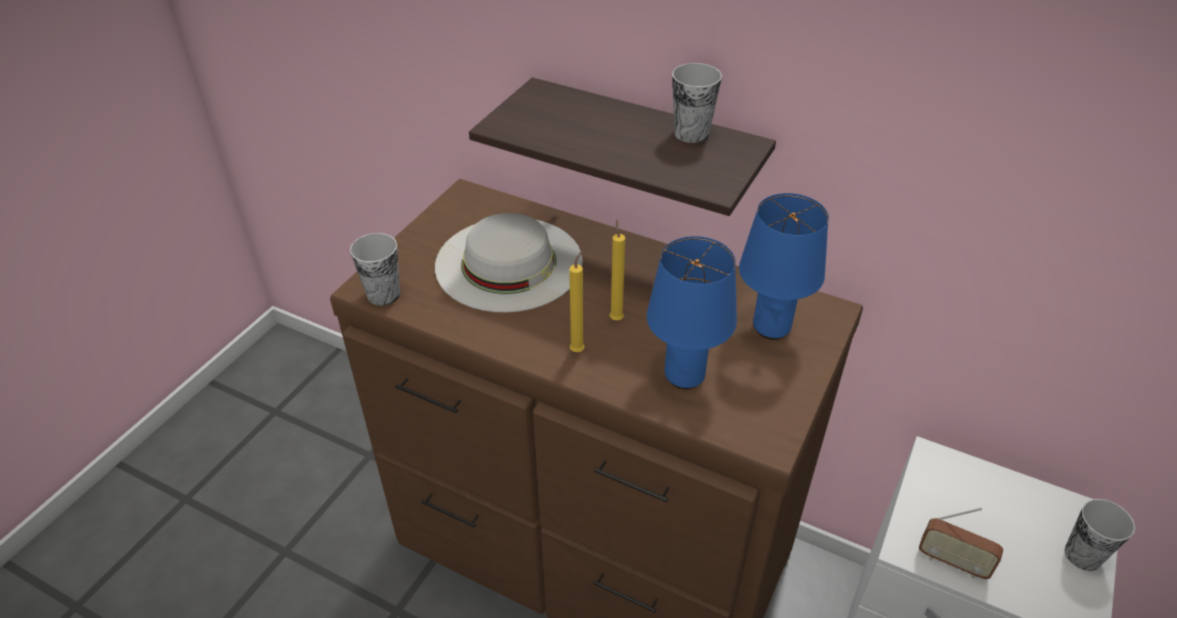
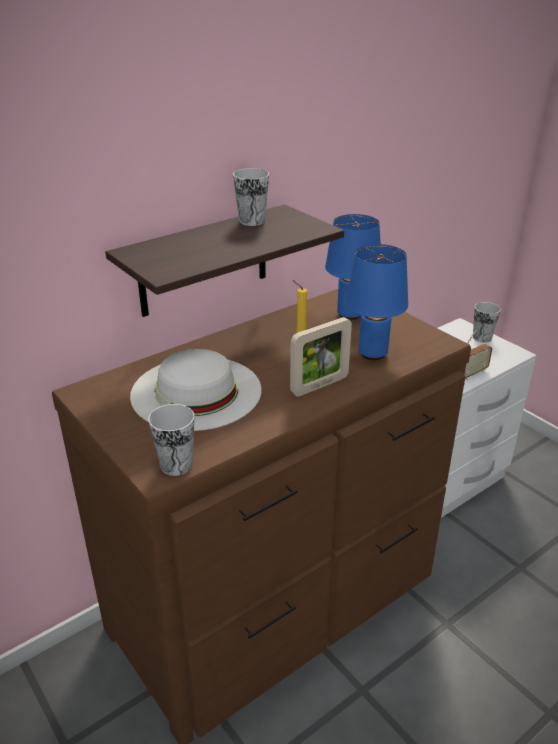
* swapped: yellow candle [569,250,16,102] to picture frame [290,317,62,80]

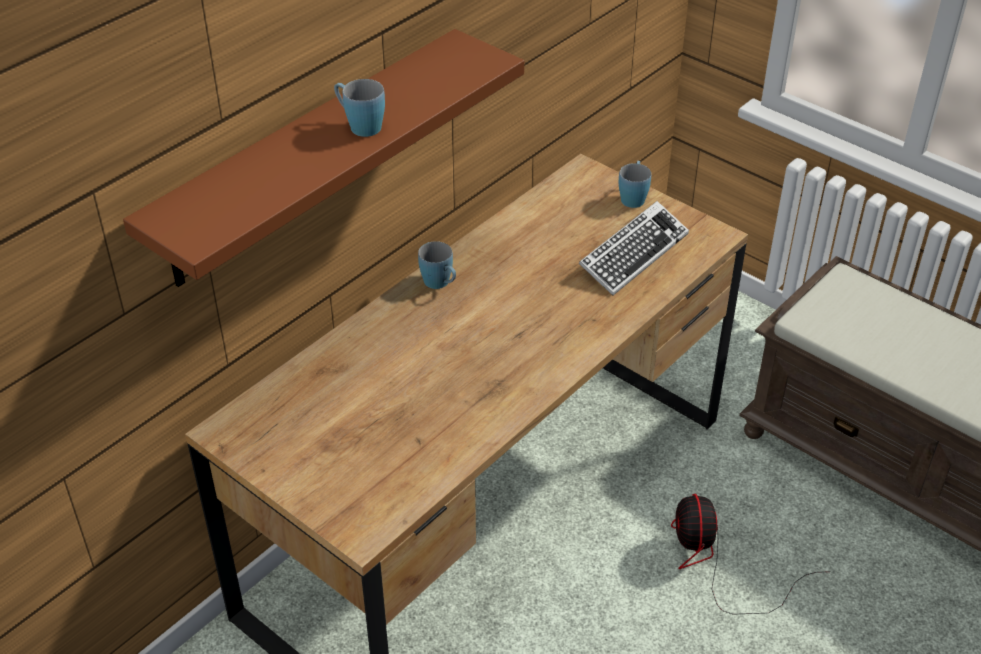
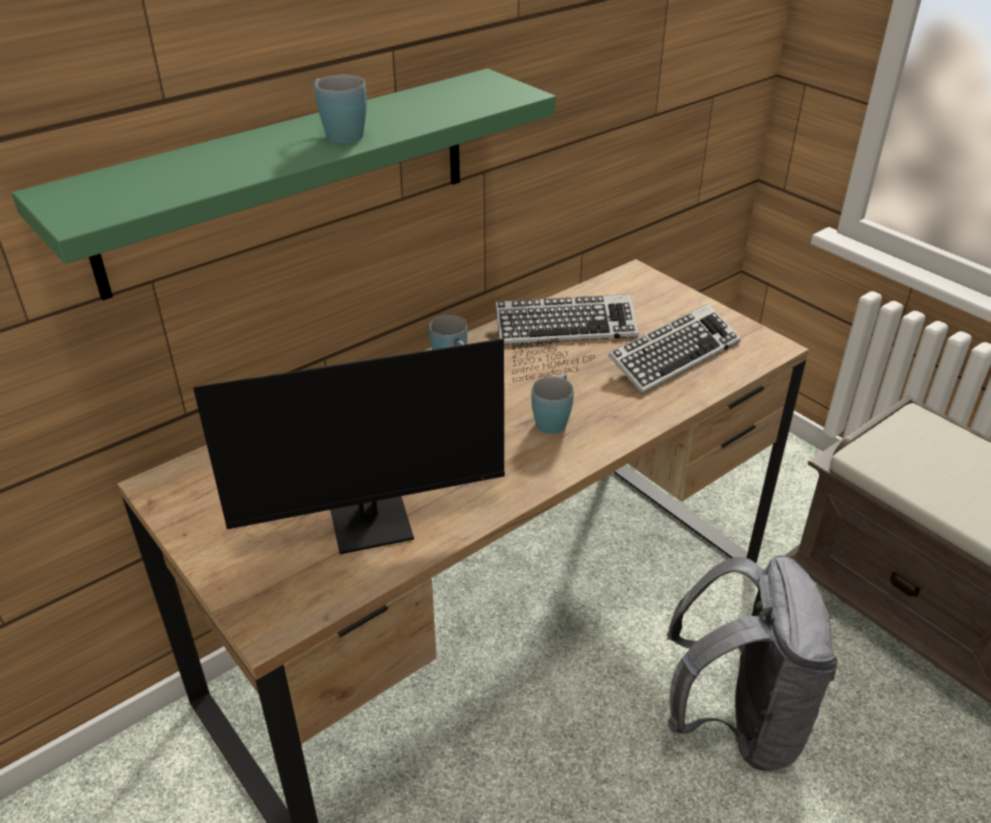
* repainted: brown shelf [123,29,401,258] to green shelf [12,69,544,232]
* shifted: blue mug [619,161,32,47] to [531,374,43,60]
* swapped: fan [671,494,159,121] to grey backpack [667,555,170,216]
* new: keyboard [495,294,144,51]
* new: monitor [193,338,402,216]

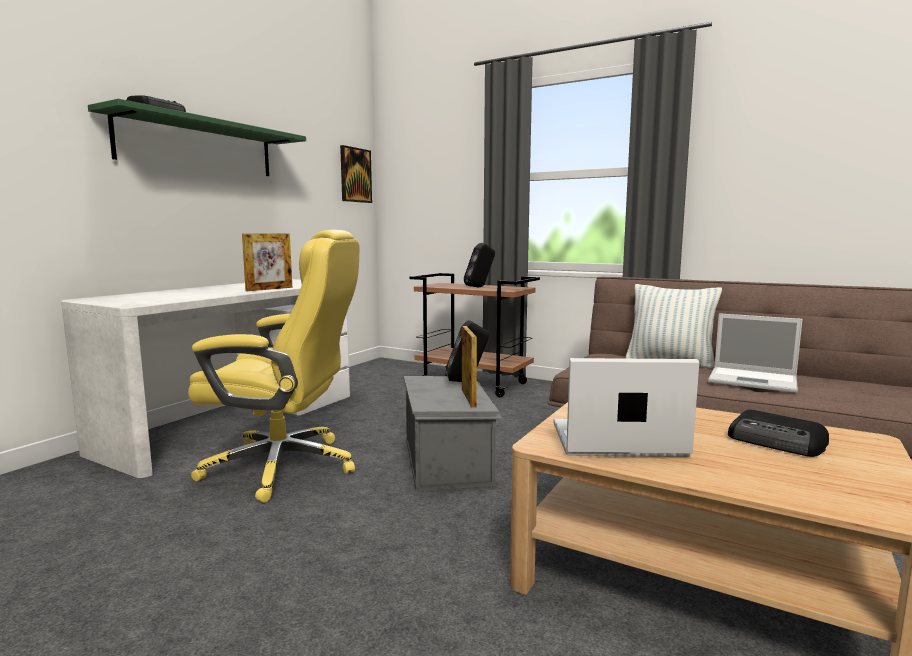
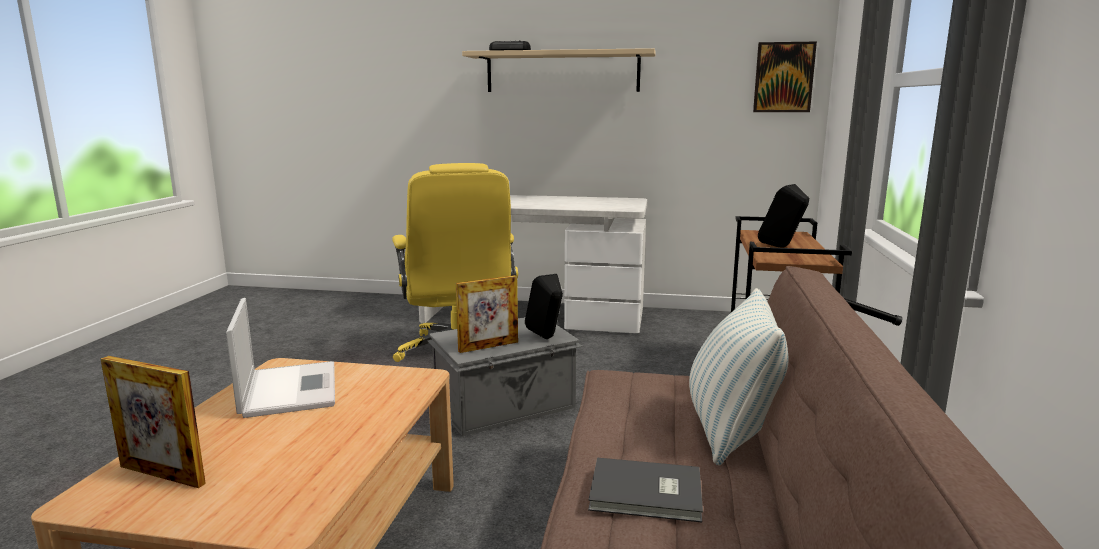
* repainted: green shelf [88,99,218,77] to beige shelf [462,48,194,44]
* shifted: picture frame [242,234,50,57] to [101,356,105,132]
* swapped: laptop [708,313,95,80] to grey book [588,458,115,64]
* gone: radio [728,410,101,47]

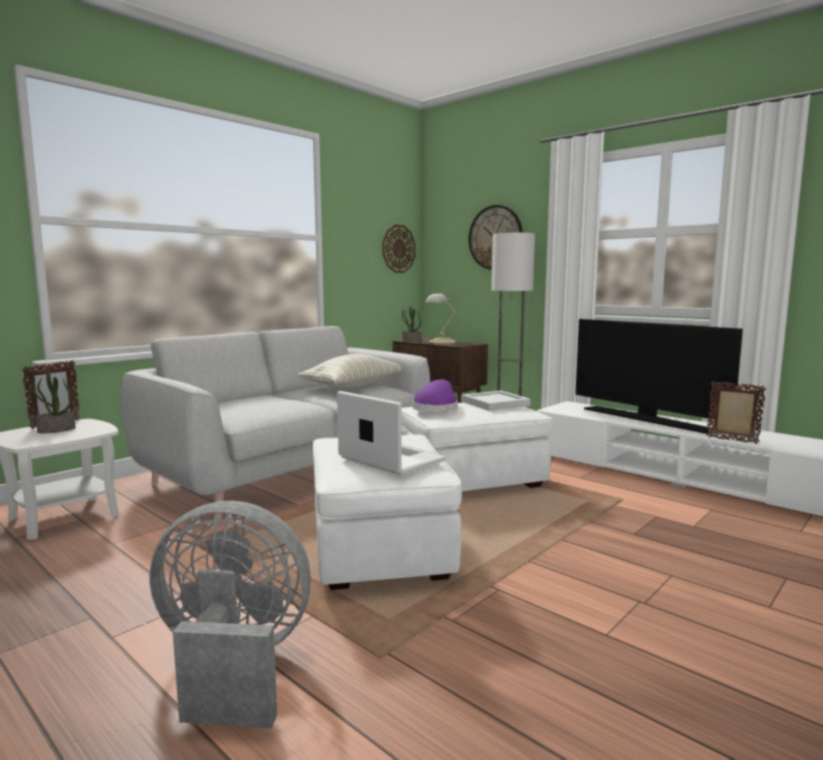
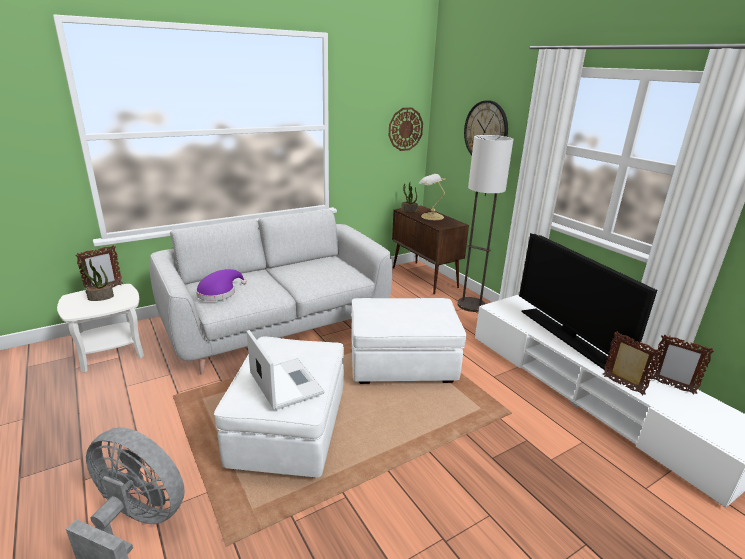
* gone: pillow [297,354,105,35]
* shifted: purple hat [412,379,46,33] to [196,269,51,32]
* gone: white tray [461,391,69,20]
* new: picture frame [651,335,63,60]

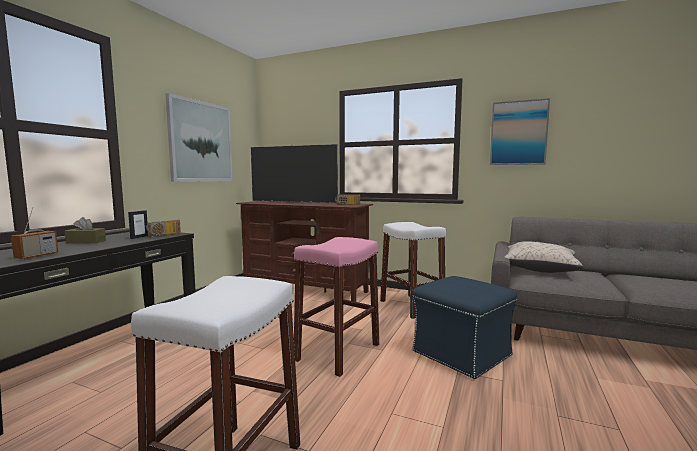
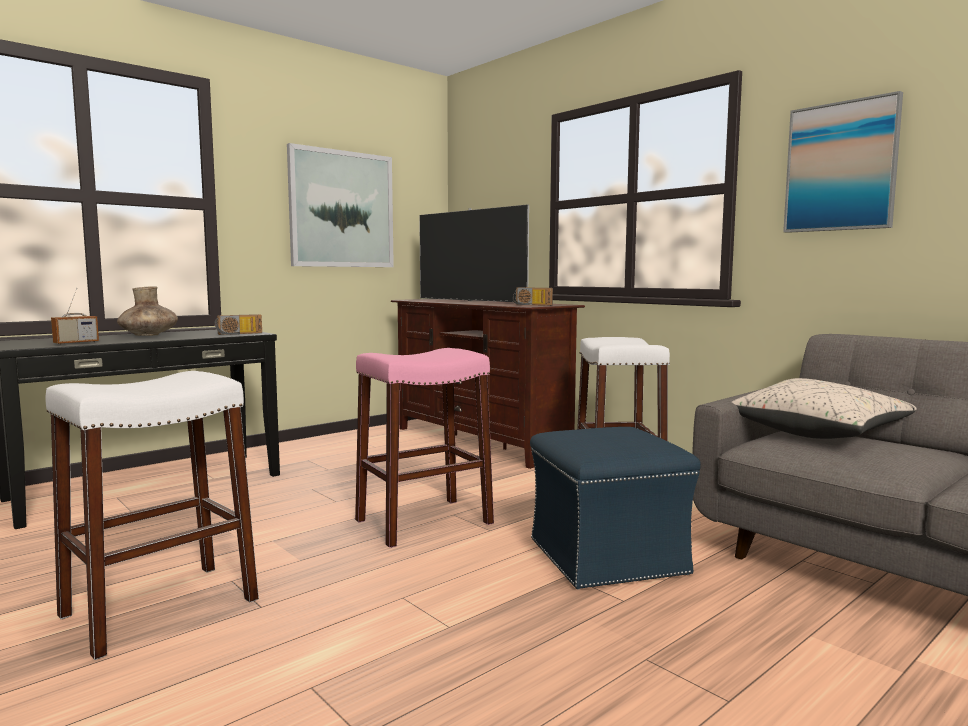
* gone: picture frame [128,210,20,29]
* swapped: brown tissue box [65,217,41,27] to brown vase [117,286,61,50]

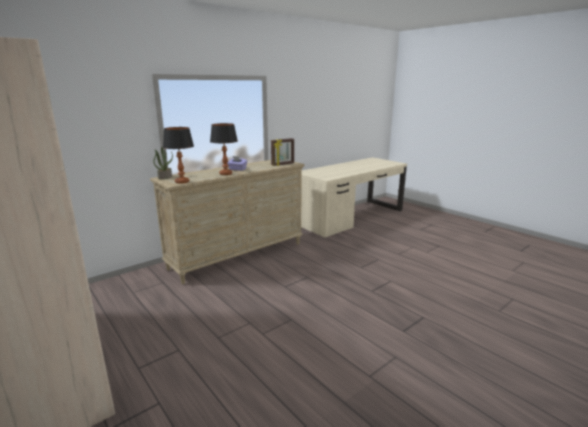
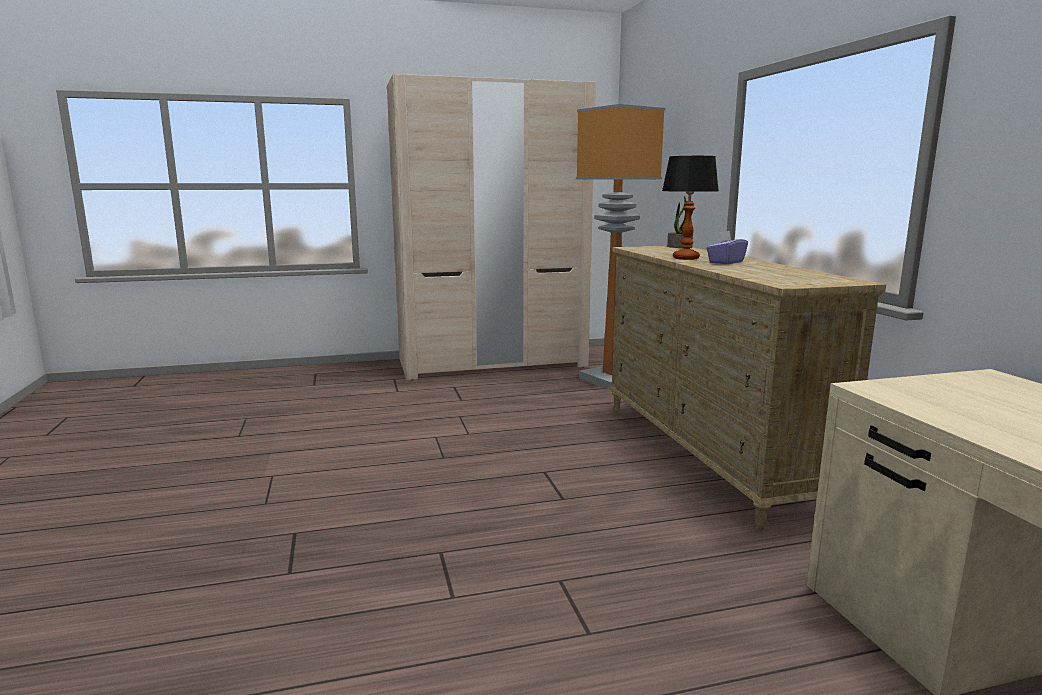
* gone: table lamp [163,127,31,57]
* gone: picture frame [271,138,23,28]
* new: floor lamp [576,104,89,286]

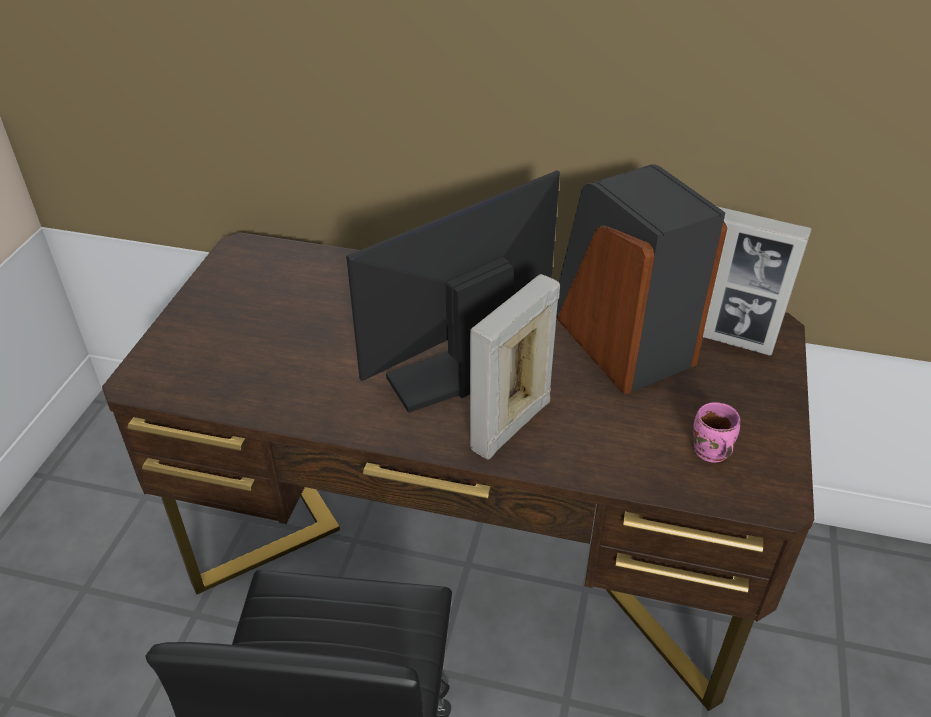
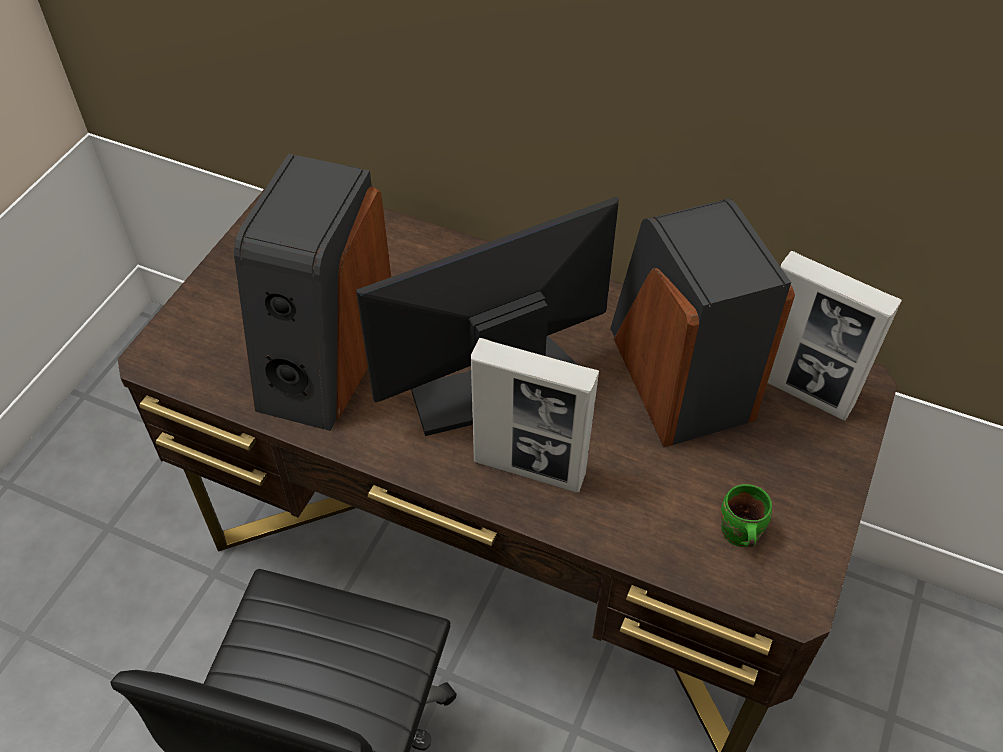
* rotated: picture frame [470,274,90,186] = [471,338,128,155] 120 degrees counterclockwise
* repainted: pink mug [693,402,47,61] to green mug [721,484,51,63]
* new: speaker [234,154,157,277]

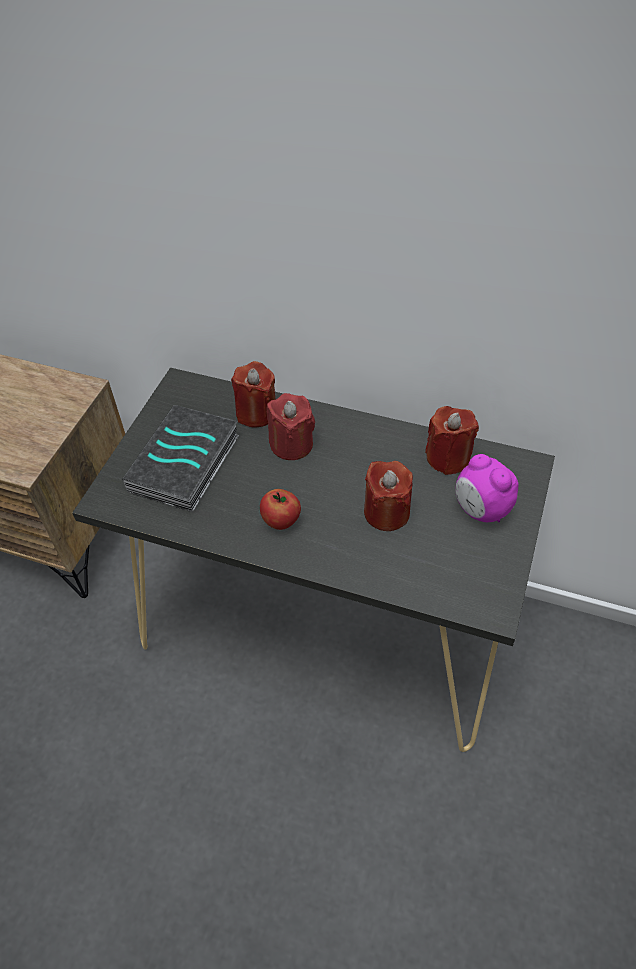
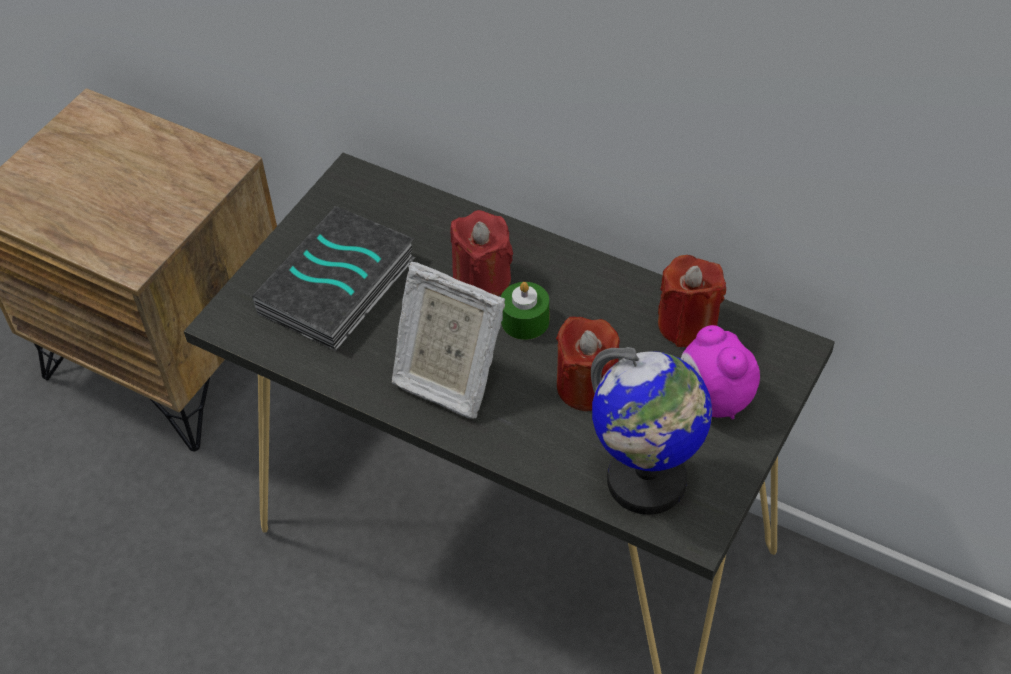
* gone: red candle [231,361,45,66]
* swapped: apple [260,489,41,41] to picture frame [392,262,113,157]
* new: green candle [501,282,48,58]
* new: globe [591,347,121,168]

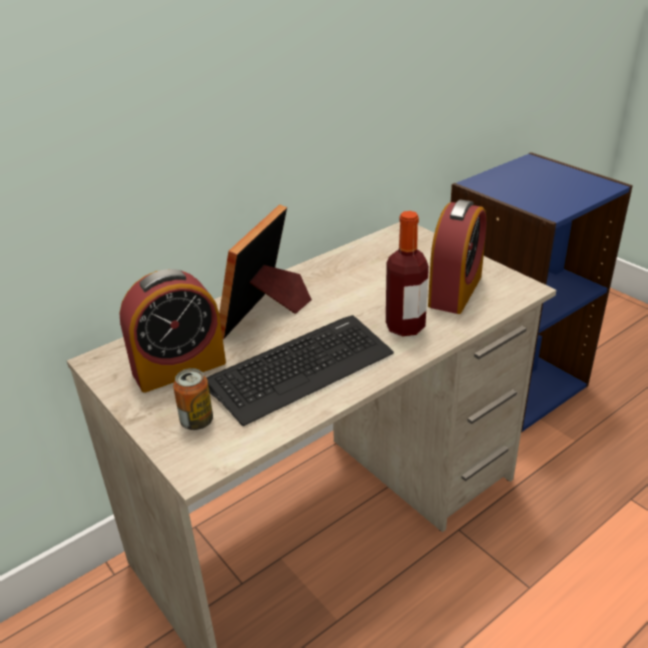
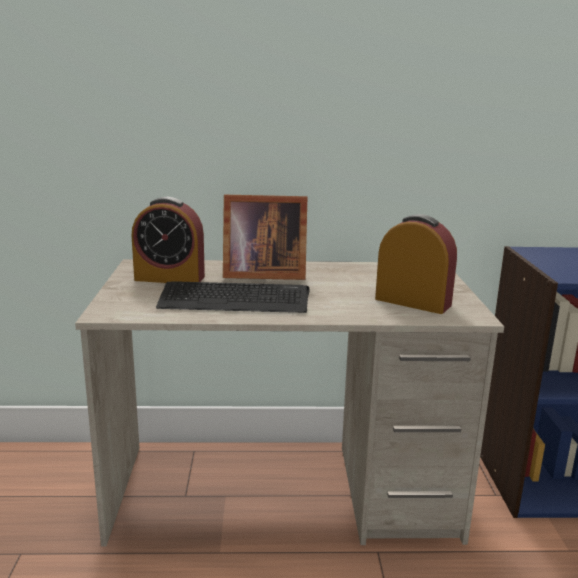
* rotated: alarm clock [428,199,59,115] = [375,214,82,100] 120 degrees counterclockwise
* rotated: picture frame [219,204,93,135] = [223,195,84,85] 150 degrees counterclockwise
* gone: bottle [386,211,43,125]
* gone: can [173,368,40,62]

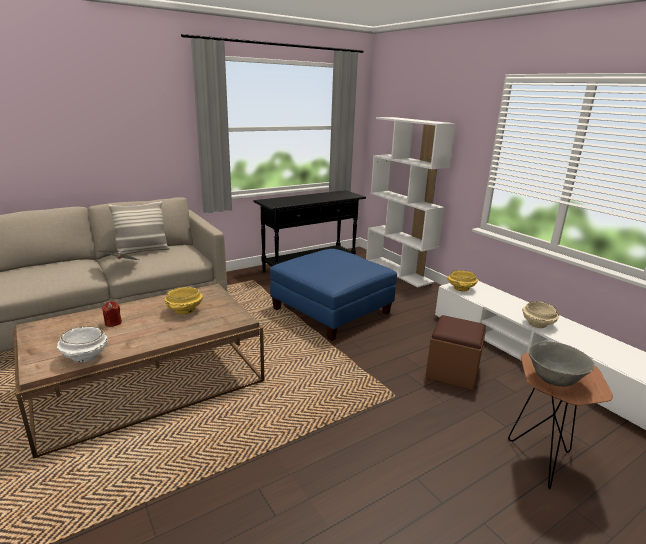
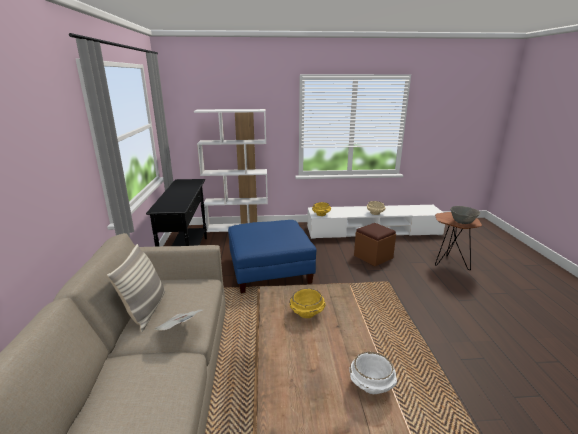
* gone: red candle [102,301,20,26]

